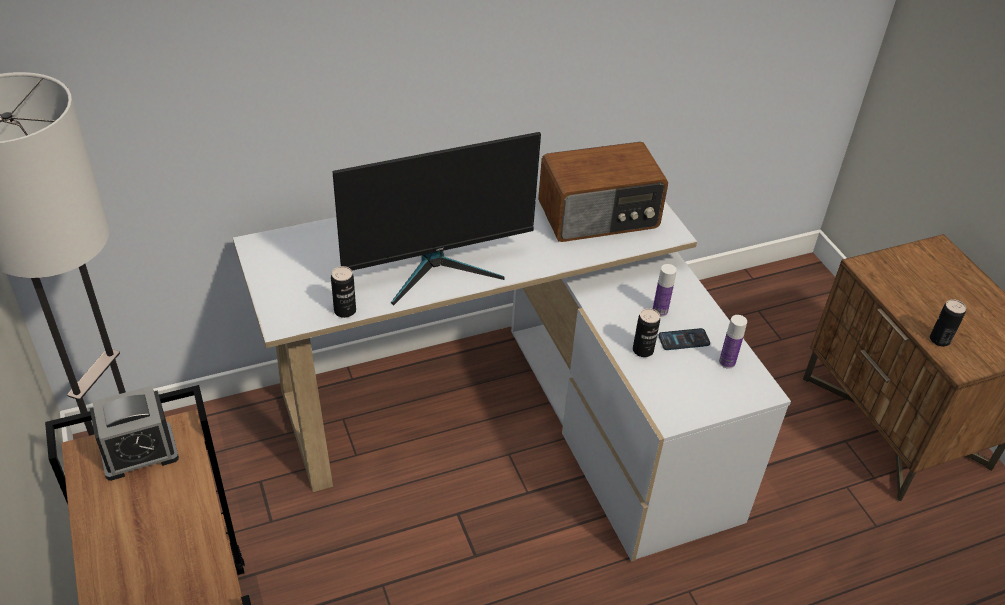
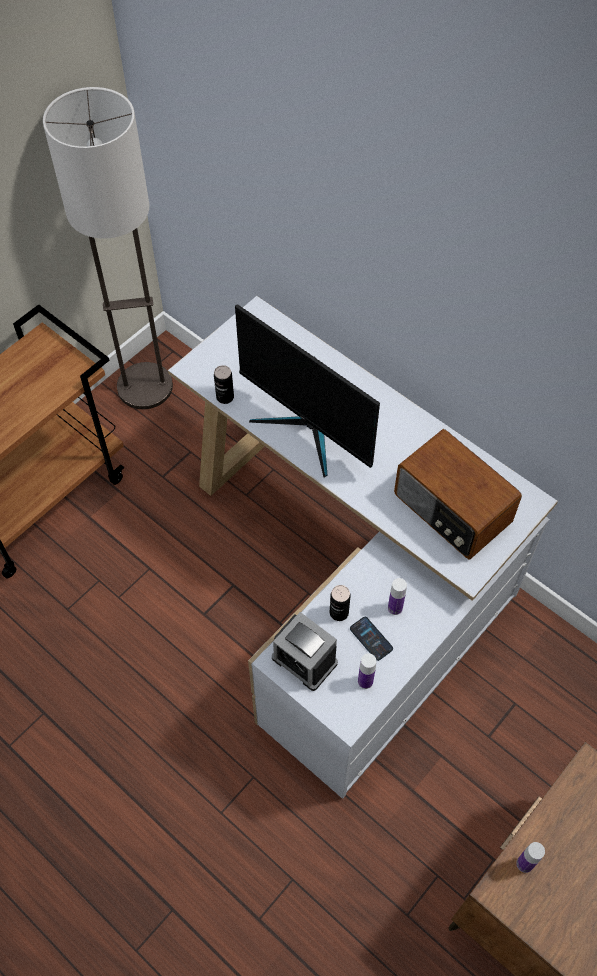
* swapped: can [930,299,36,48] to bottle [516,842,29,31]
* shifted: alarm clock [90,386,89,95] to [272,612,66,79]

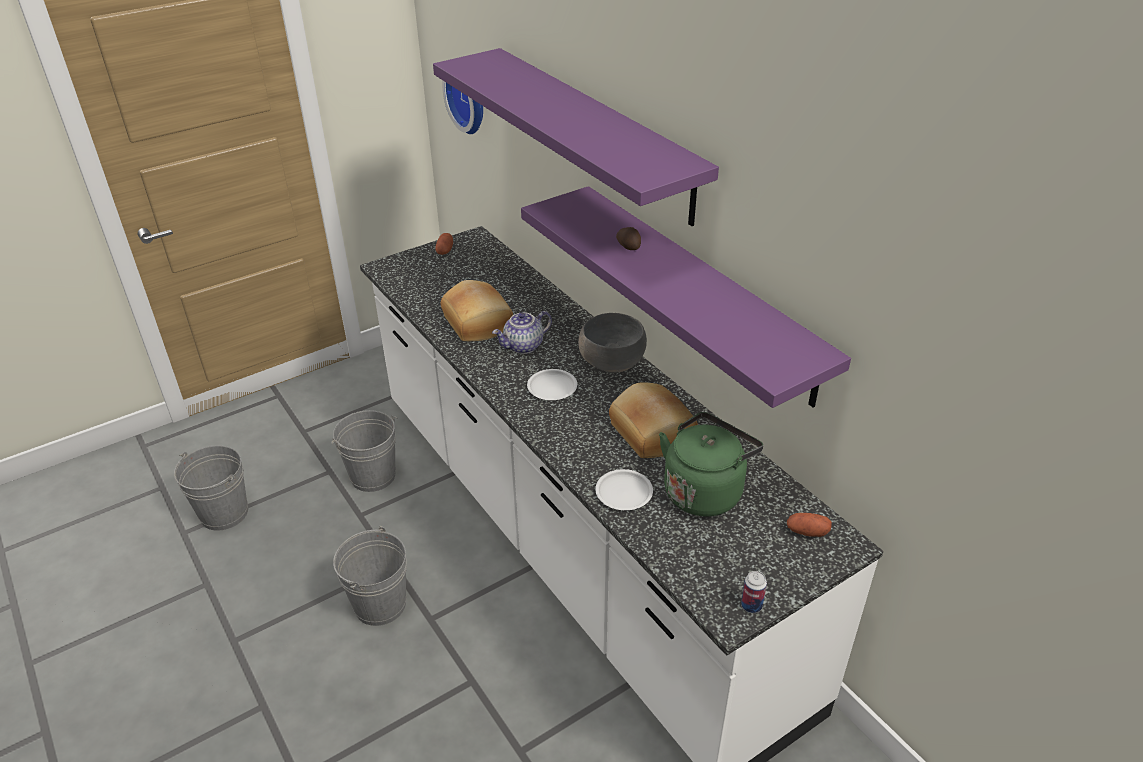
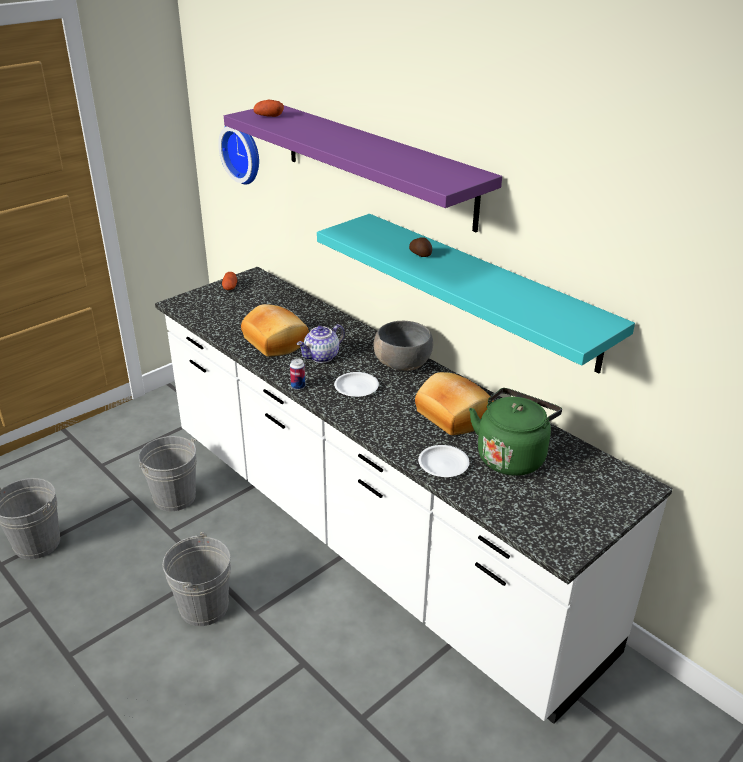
* repainted: purple shelf [521,186,330,222] to turquoise shelf [317,214,318,159]
* shifted: potato [787,513,45,24] to [253,100,31,17]
* shifted: can [741,571,26,42] to [290,358,16,32]

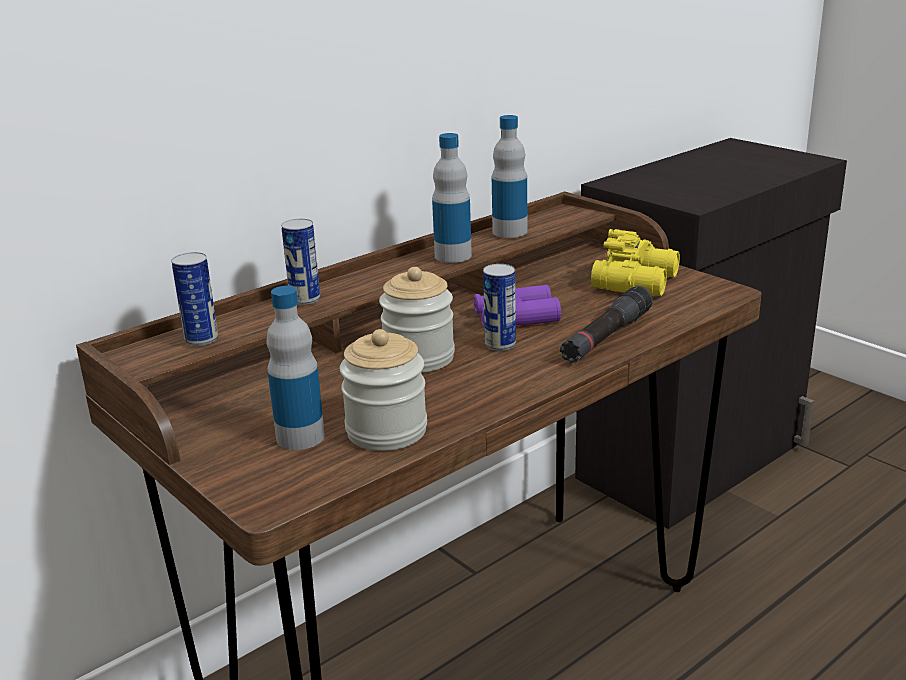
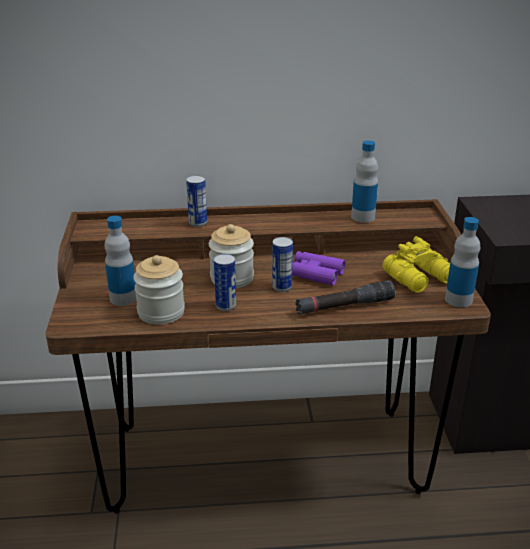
* shifted: bottle [432,133,40,130] to [445,217,35,90]
* shifted: can [171,252,47,94] to [214,254,22,57]

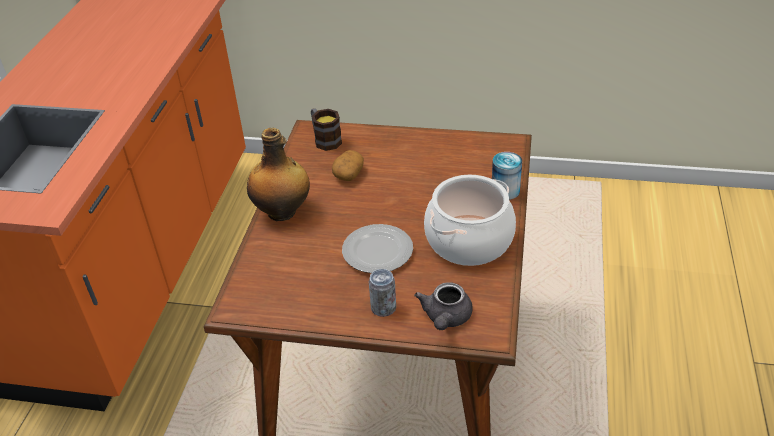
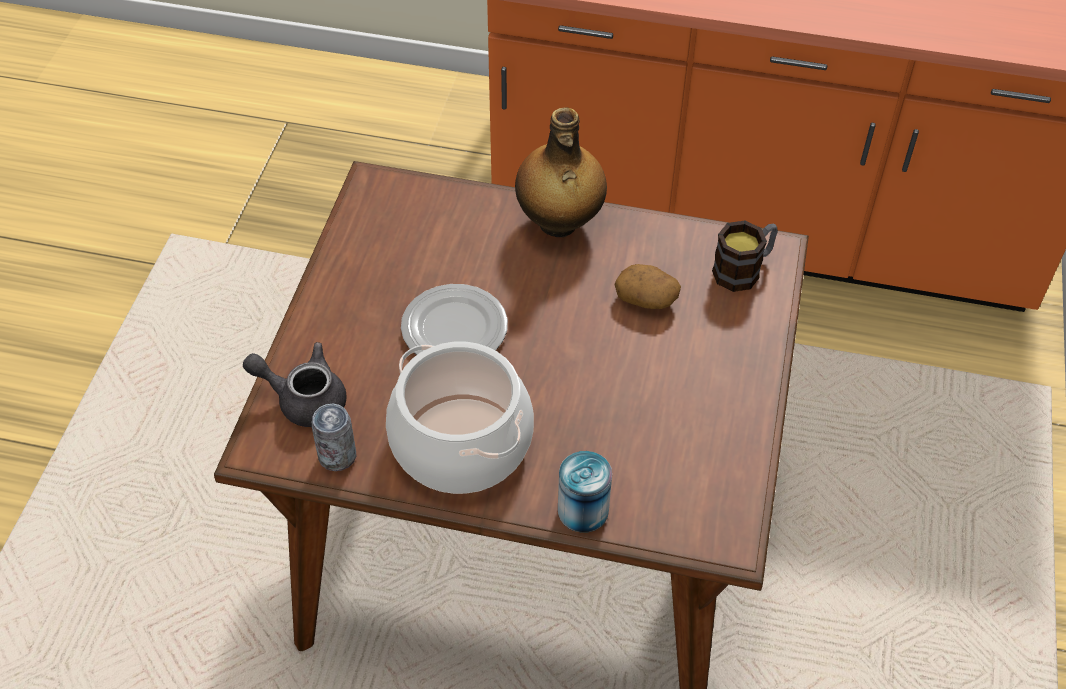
* shifted: can [369,269,27,48] to [312,404,44,67]

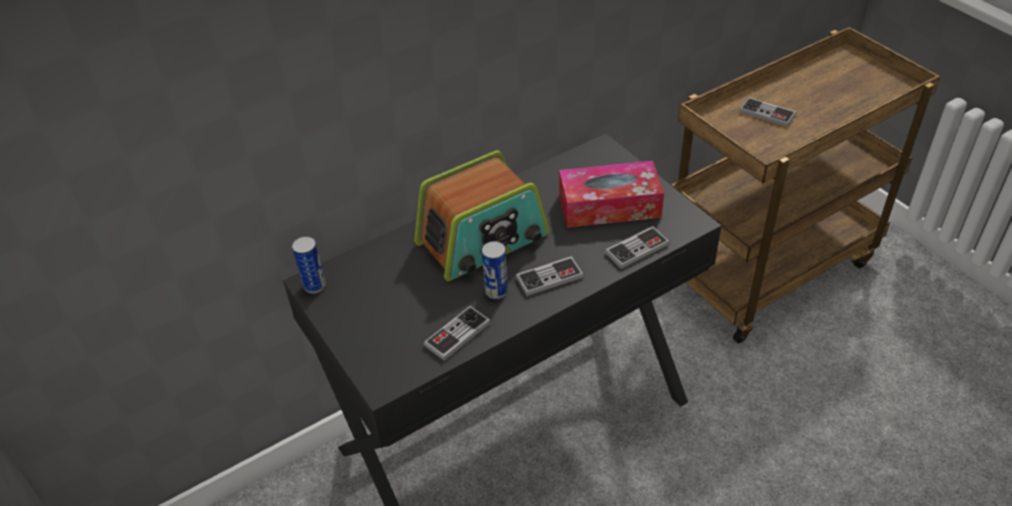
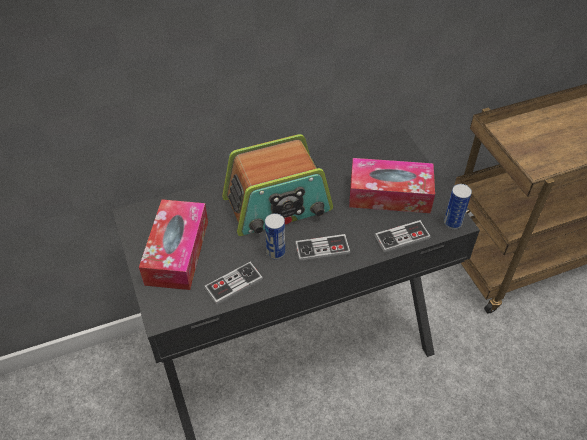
* gone: game controller [739,97,58,30]
* shifted: can [292,236,34,58] to [444,184,28,45]
* new: tissue box [139,199,69,91]

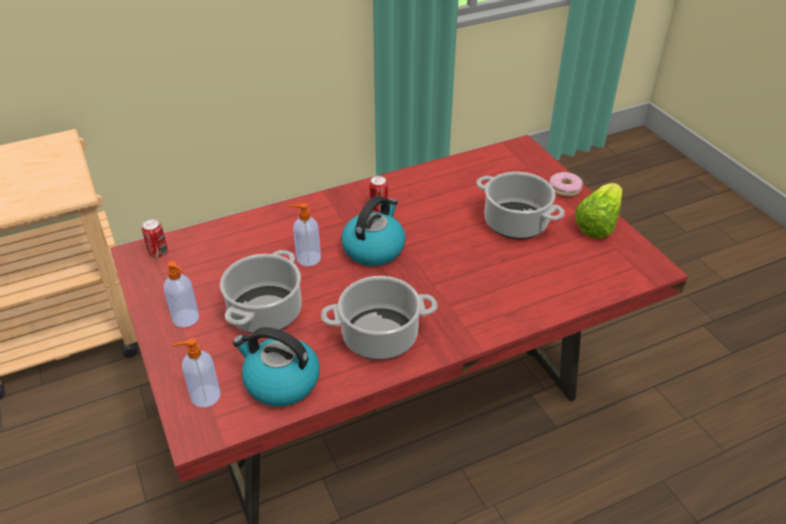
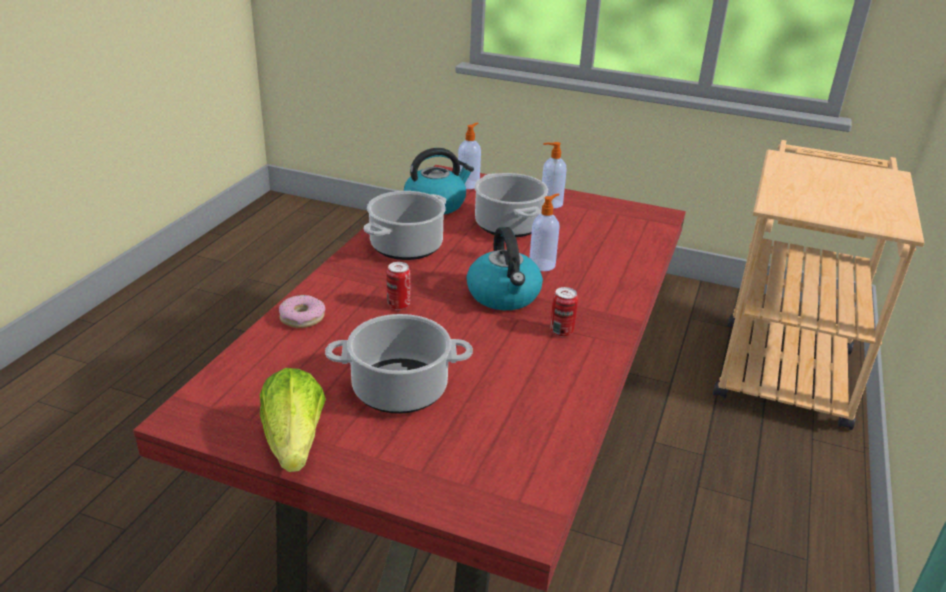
* shifted: donut [549,172,34,25] to [279,295,46,33]
* shifted: can [142,219,25,38] to [387,262,24,48]

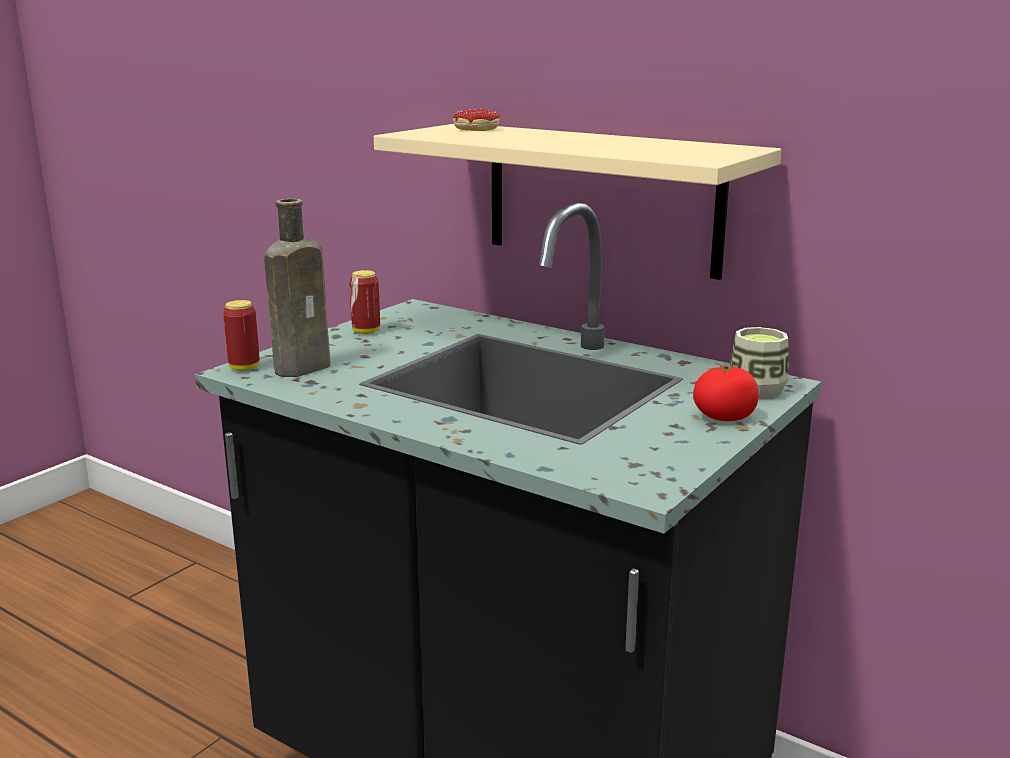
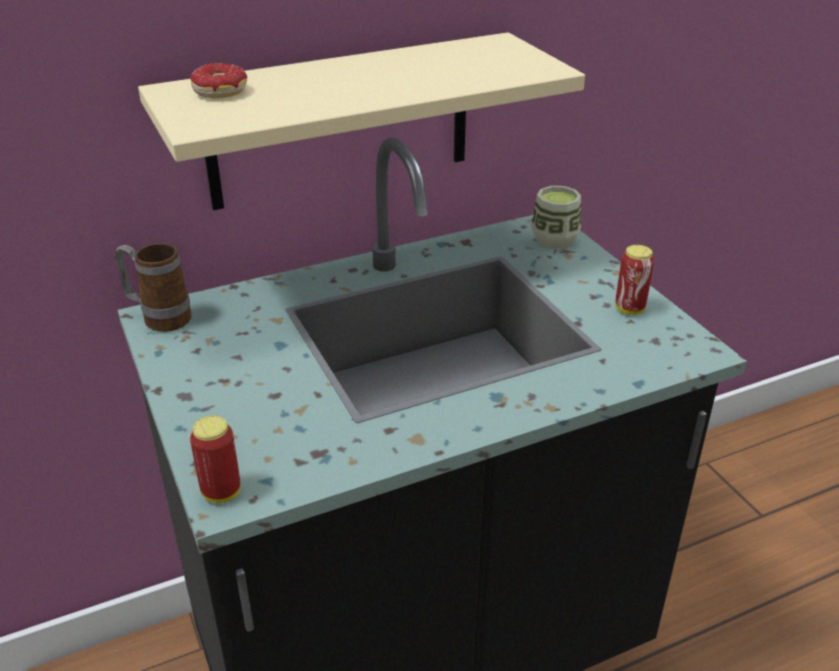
* gone: brown bottle [264,199,66,178]
* shifted: can [349,270,31,64] to [615,245,39,70]
* gone: tomato [693,364,66,57]
* new: mug [115,243,77,89]

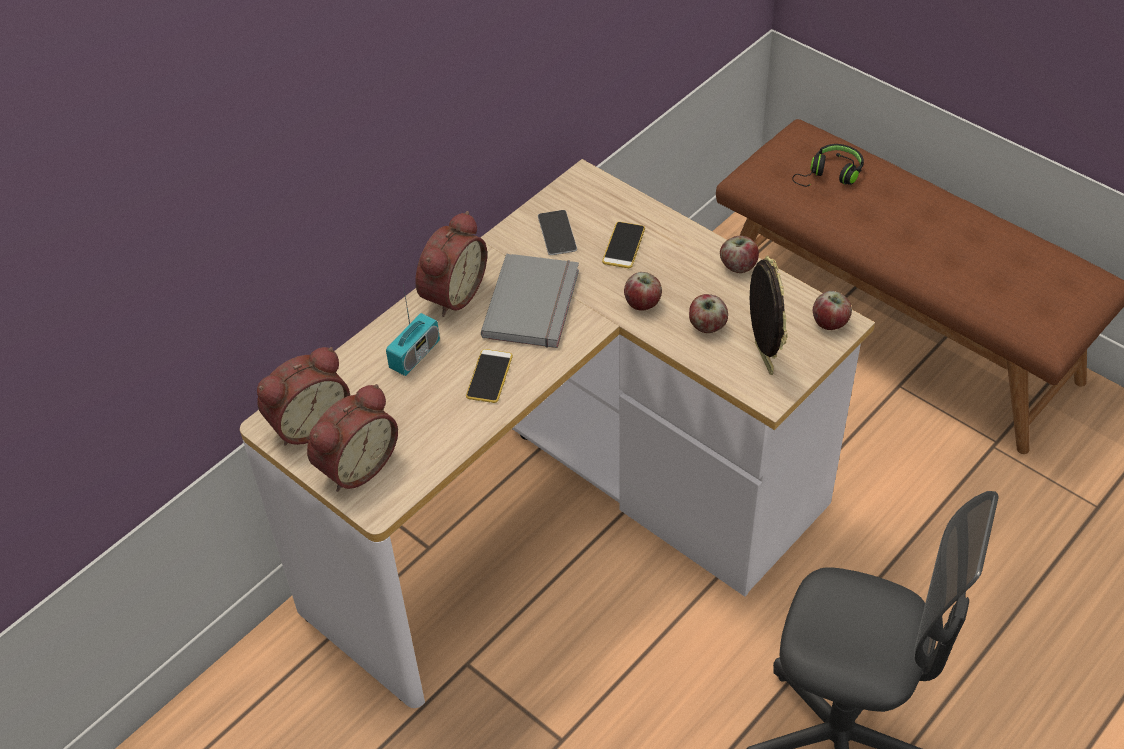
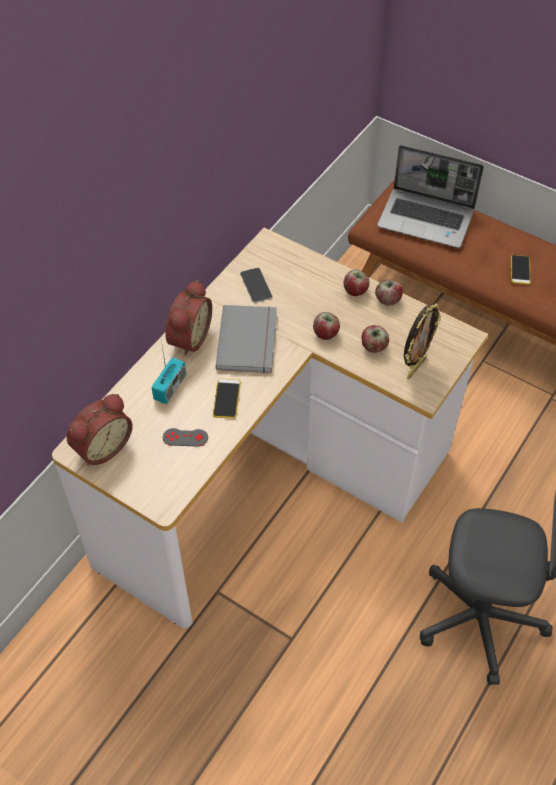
* swapped: black headphones [792,144,72,43] to laptop [377,145,107,103]
* shifted: phone [602,222,43,46] to [511,255,20,30]
* rotated: picture frame [750,255,38,120] = [404,303,37,76] 60 degrees clockwise
* shifted: apple [813,291,39,39] to [343,269,27,27]
* gone: alarm clock [307,384,91,108]
* new: grey game controller [163,428,45,19]

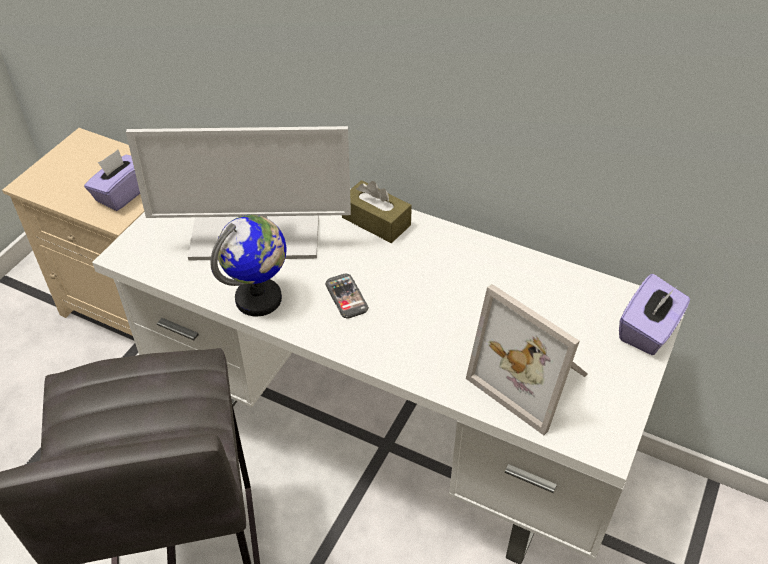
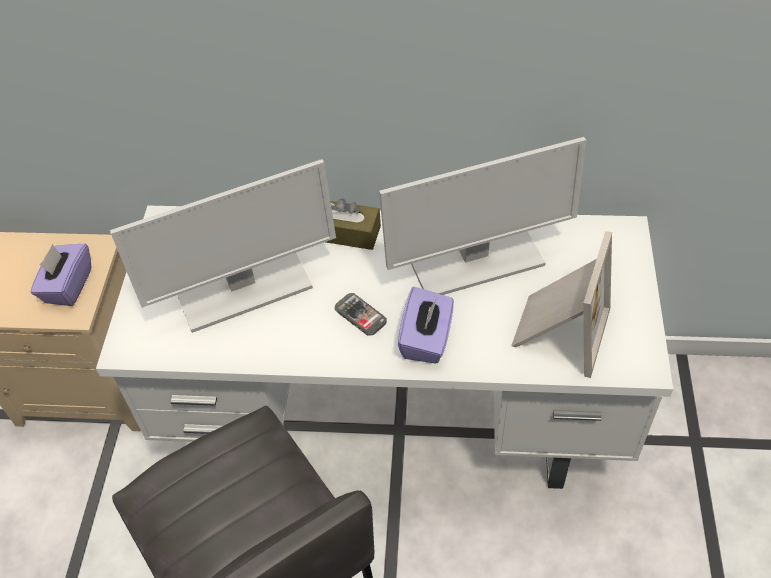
* gone: globe [210,215,77,101]
* shifted: purple tissue box [619,274,71,81] to [398,287,56,77]
* rotated: picture frame [466,284,122,151] = [511,231,101,147] 90 degrees counterclockwise
* new: monitor [379,137,207,158]

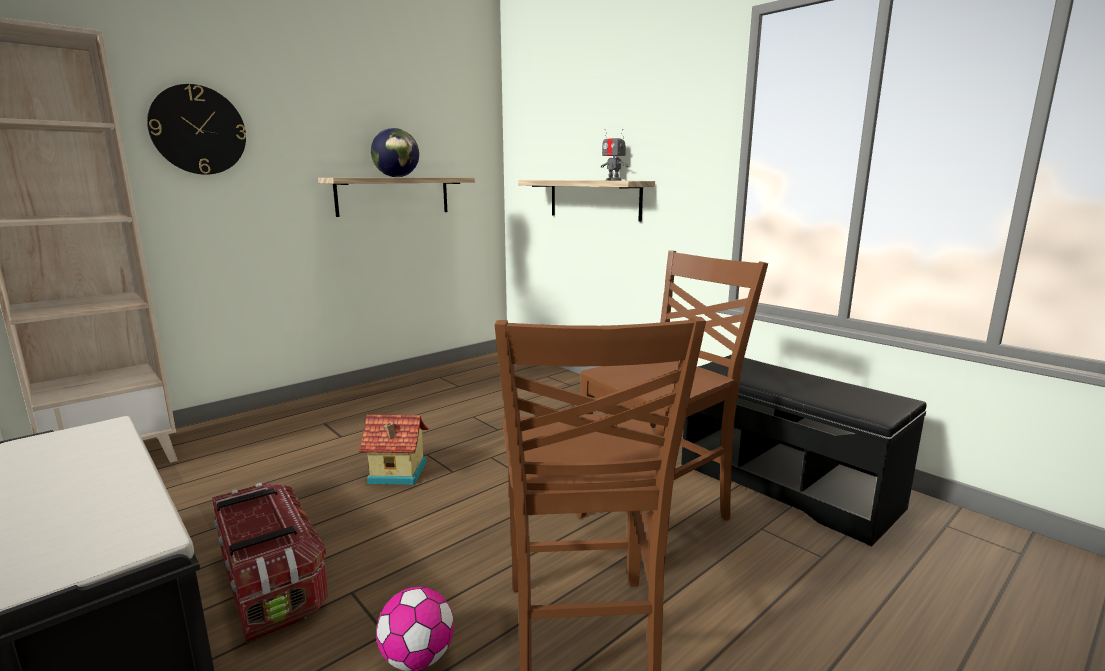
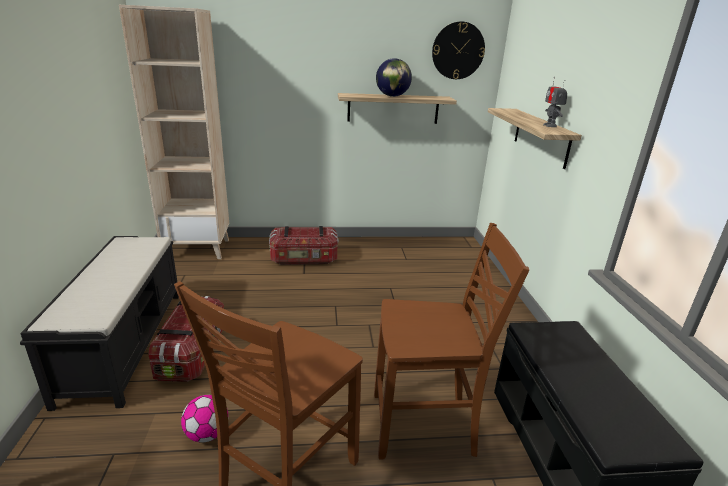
* shifted: wall clock [147,84,99,91] to [432,22,53,57]
* gone: toy house [359,415,70,70]
* new: storage box [269,226,69,39]

